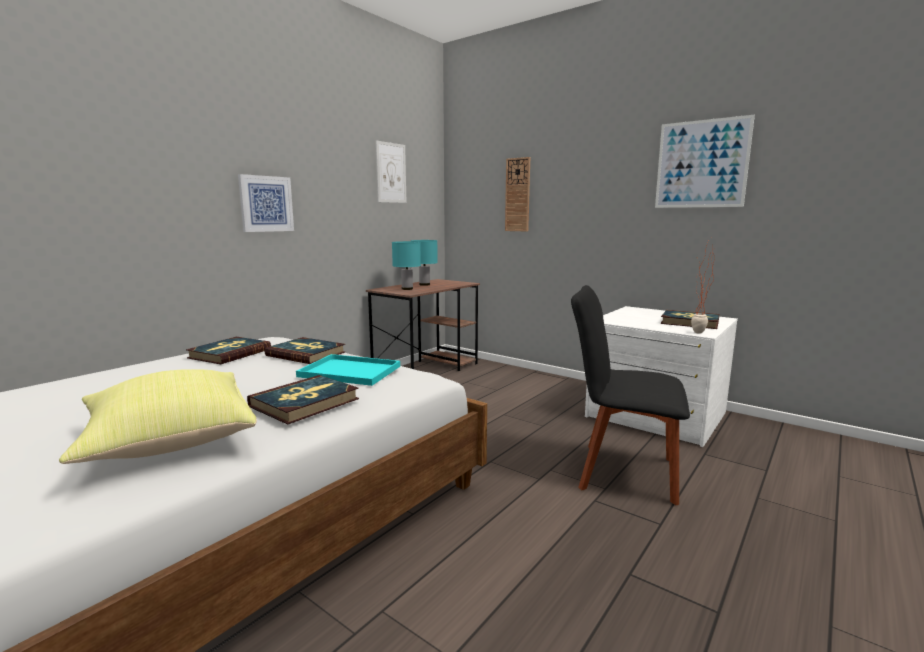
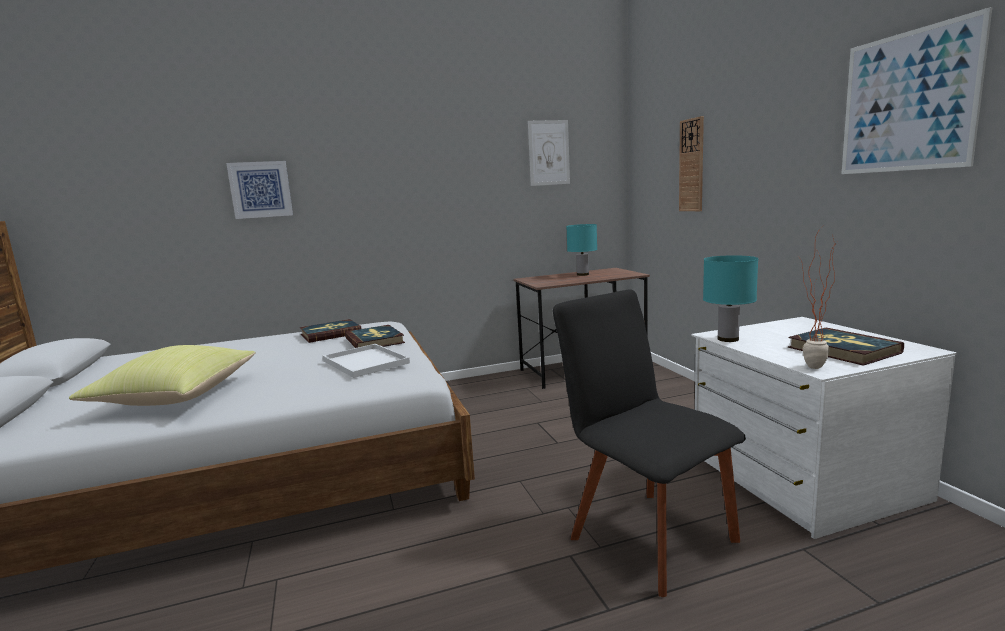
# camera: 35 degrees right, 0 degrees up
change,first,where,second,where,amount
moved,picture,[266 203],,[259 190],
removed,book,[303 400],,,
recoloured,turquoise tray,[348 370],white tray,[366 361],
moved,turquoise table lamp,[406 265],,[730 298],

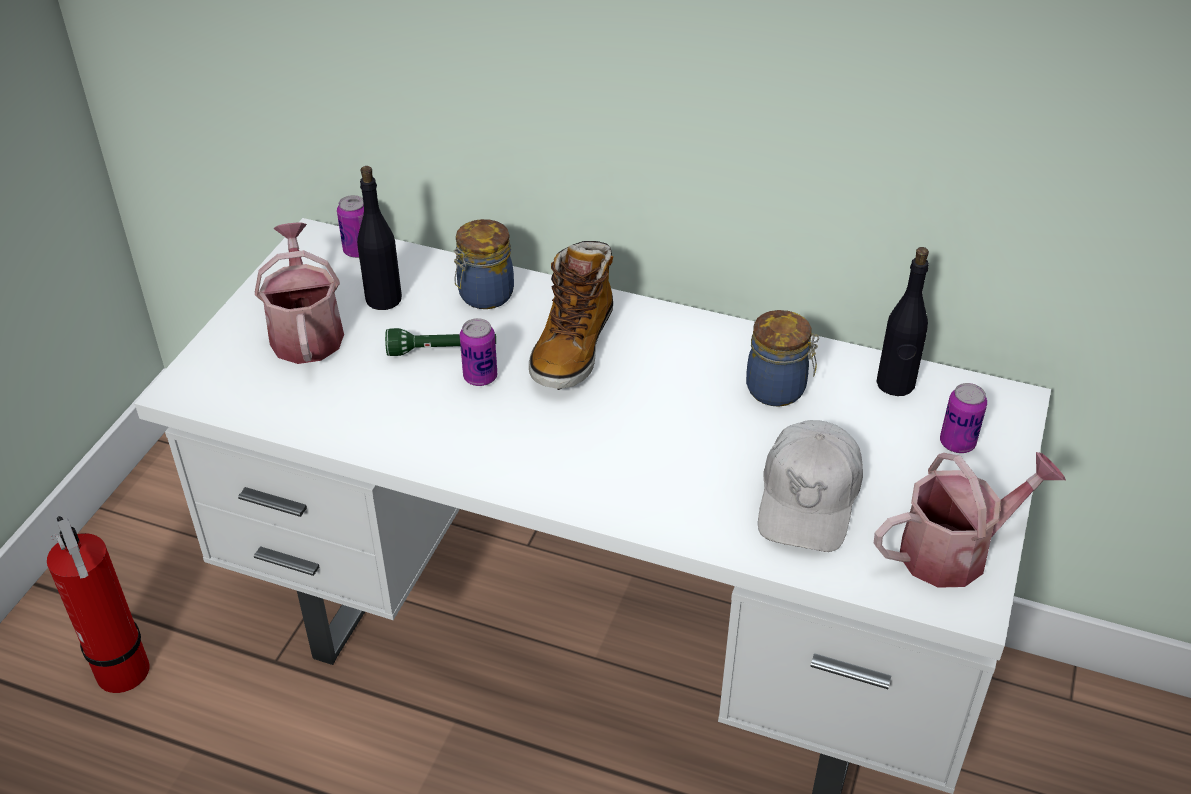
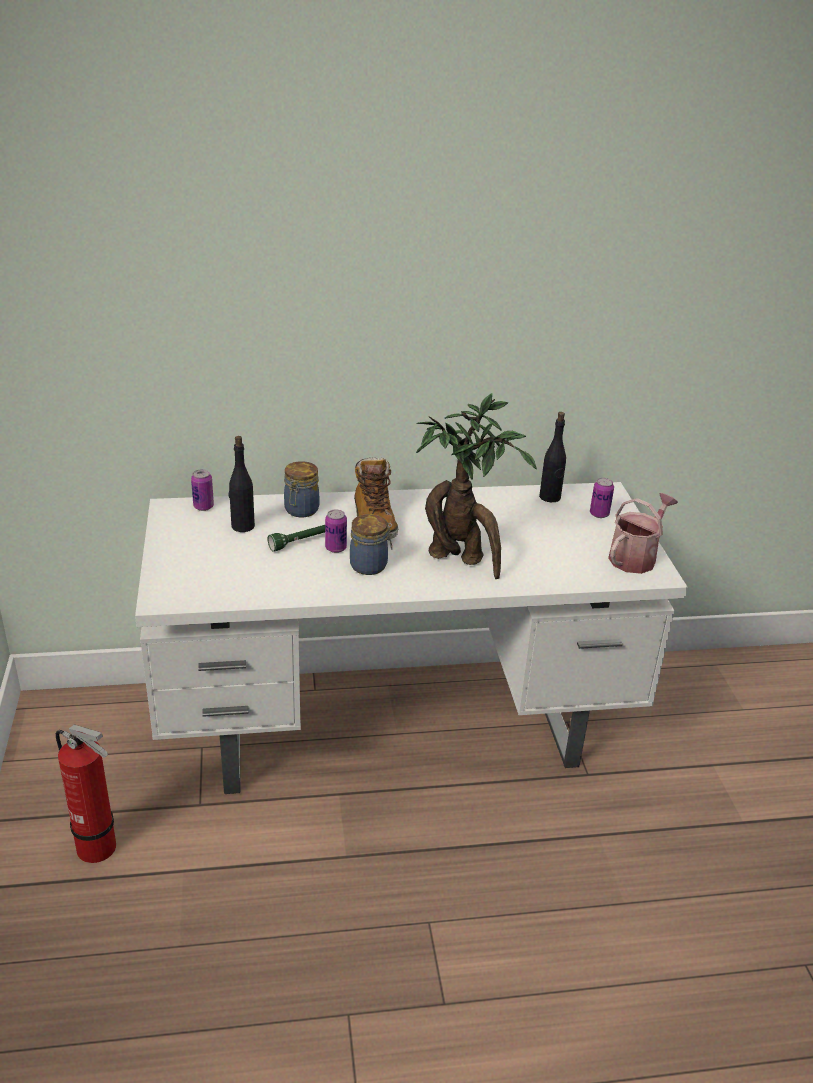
# camera: 30 degrees left, 10 degrees down
change,first,where,second,where,amount
removed,watering can,[299 293],,,
moved,jar,[782 358],,[371 544],
removed,white cap,[810 486],,,
added,,,potted plant,[476 486],

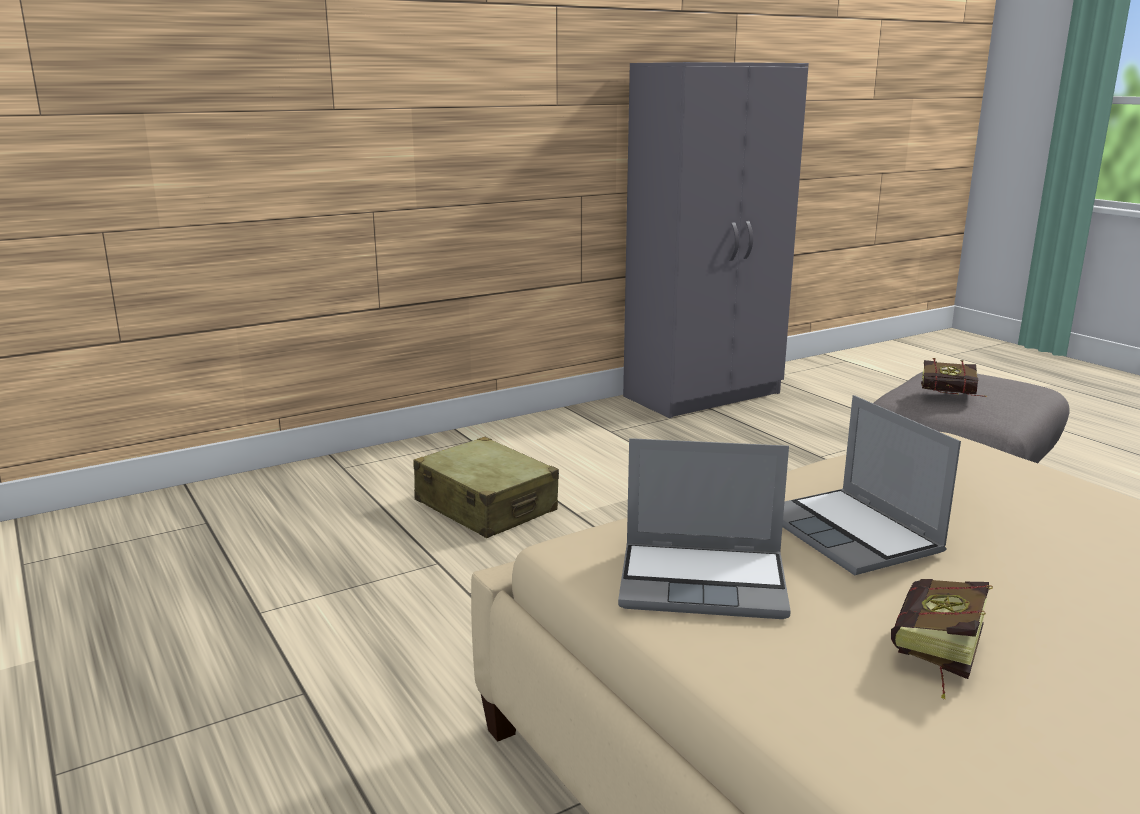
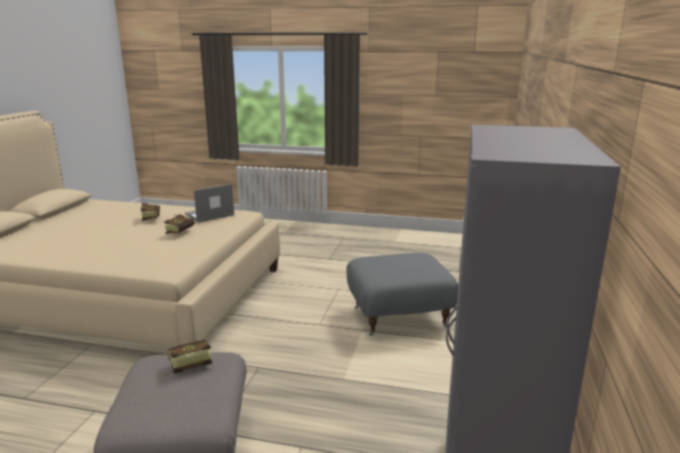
# camera: 135 degrees right, 0 degrees up
change,first,where,second,where,amount
replaced,beige suitcase,[486 487],grey ottoman,[402 294],
replaced,laptop,[871 485],book,[179 224],

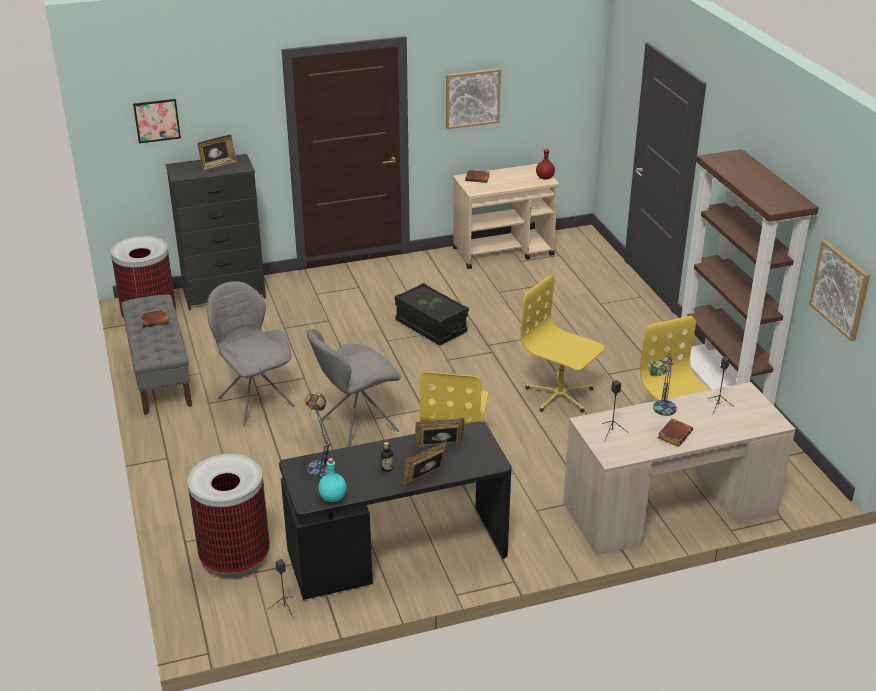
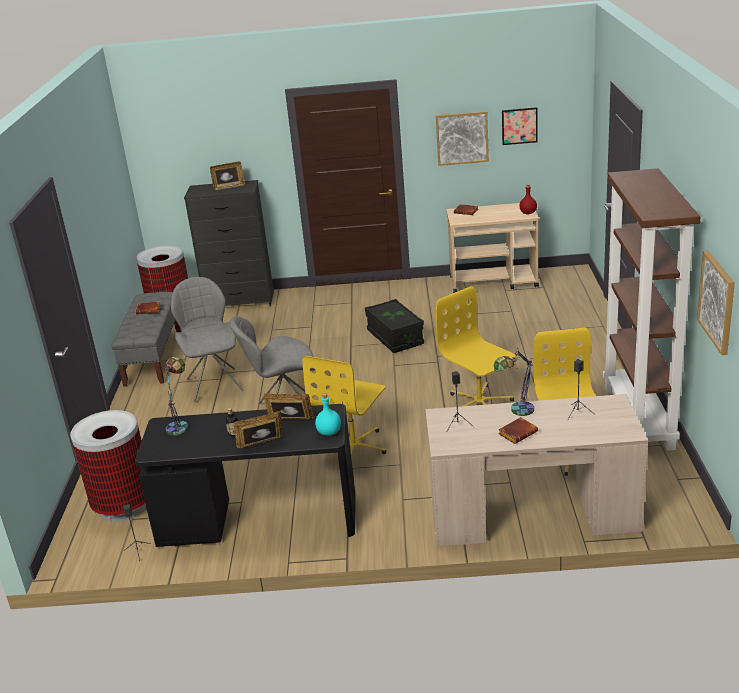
# camera: 20 degrees right, 5 degrees down
change,first,where,second,where,amount
moved,picture,[157 121],,[520 126],
moved,turquoise bottle,[332 480],,[328 415],

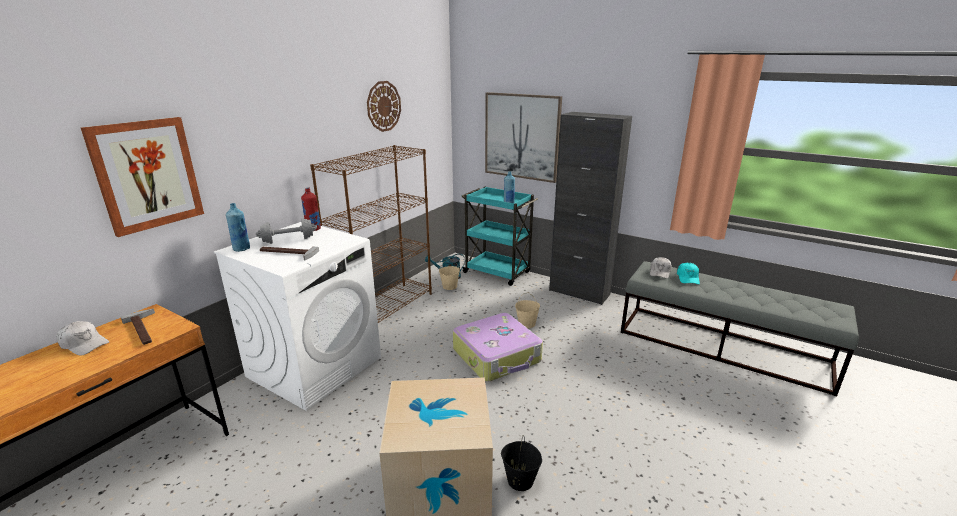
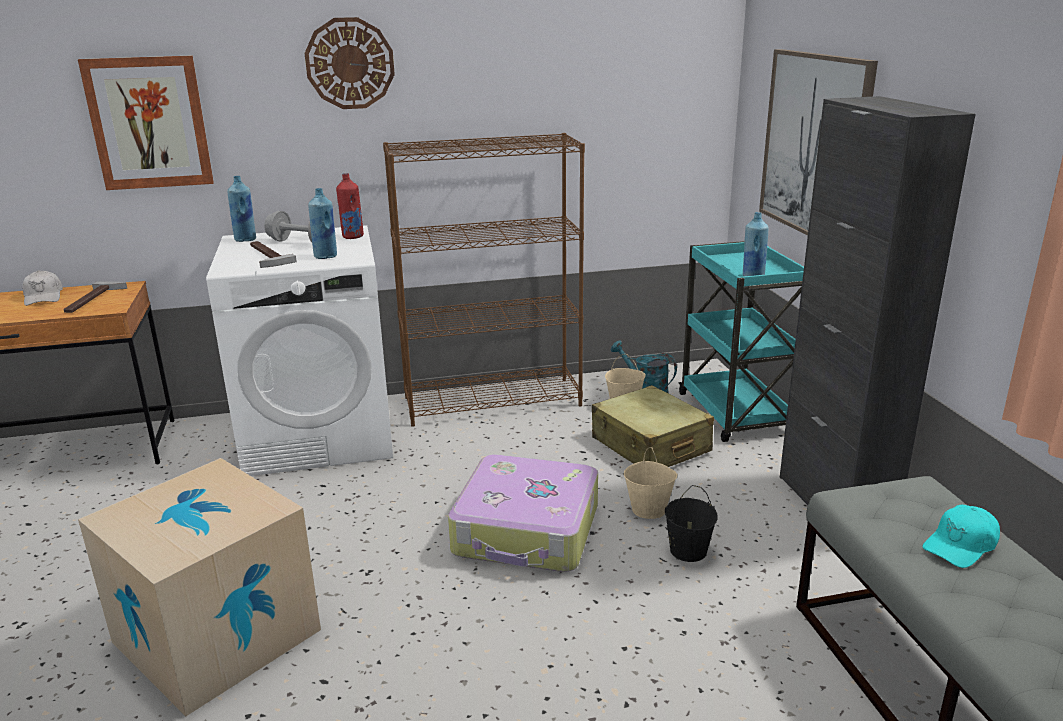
# camera: 45 degrees right, 0 degrees up
change,first,where,second,where,amount
moved,wall clock,[384 106],,[350 63],
moved,black bucket,[521 463],,[691 523],
removed,white cap,[661 268],,,
added,,,blue bottle,[322 223],
added,,,beige suitcase,[653 426],

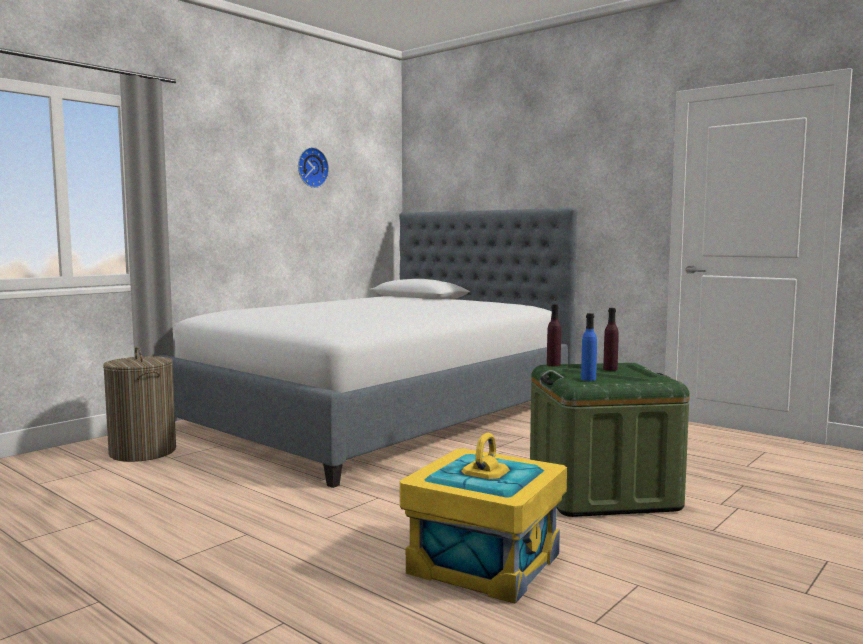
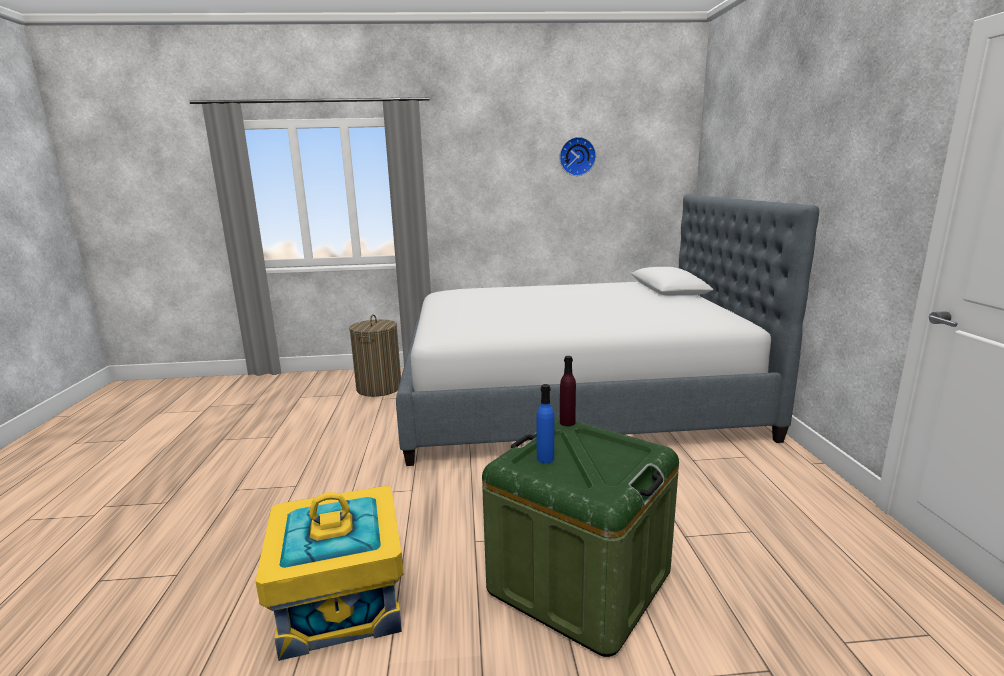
# camera: 45 degrees right, 10 degrees up
change,first,where,second,where,amount
removed,purple bottle,[611 339],,,

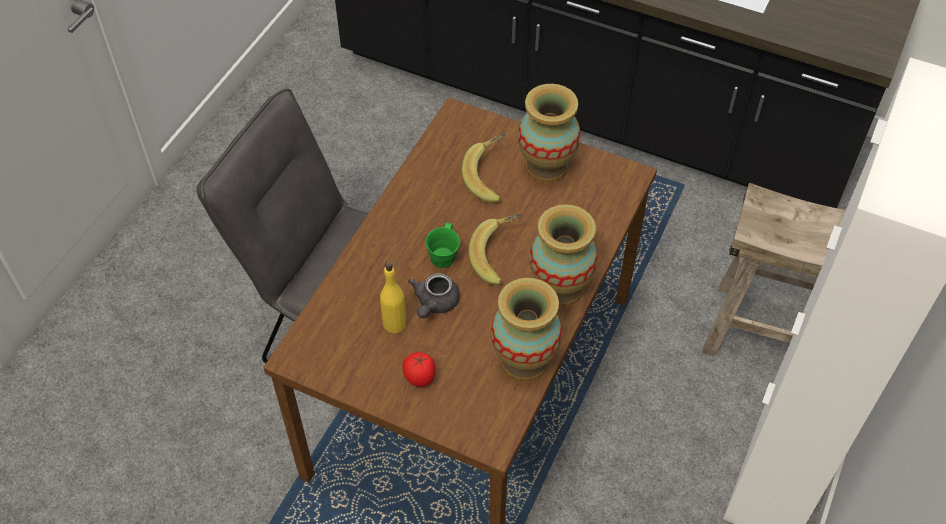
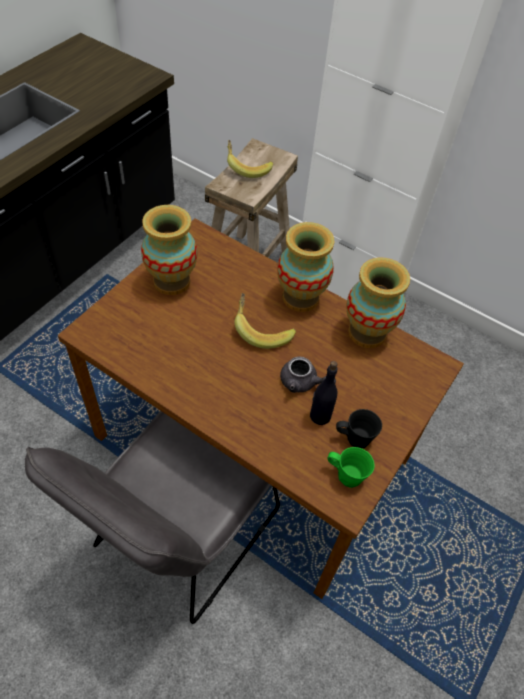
# camera: 85 degrees left, 0 degrees up
change,first,where,second,where,amount
recoloured,yellow bottle,[393 297],black bottle,[323 393],
removed,tomato,[419 369],,,
moved,green mug,[443 245],,[351 467],
moved,banana,[484 168],,[250 159],
added,,,black mug,[359 428],

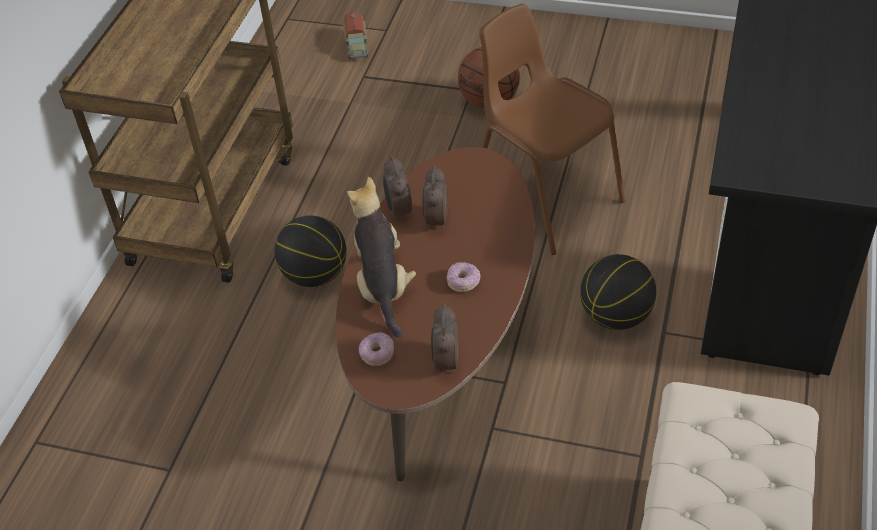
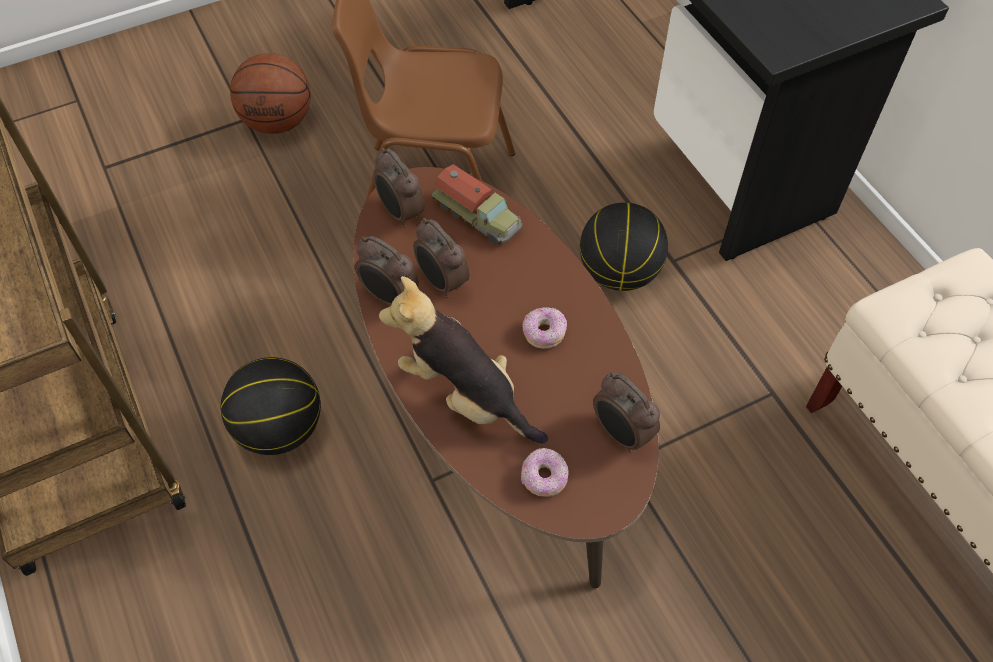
# camera: 45 degrees left, 10 degrees up
change,first,where,second,where,amount
moved,toy truck,[355 35],,[477 204],
added,,,alarm clock,[399 188],

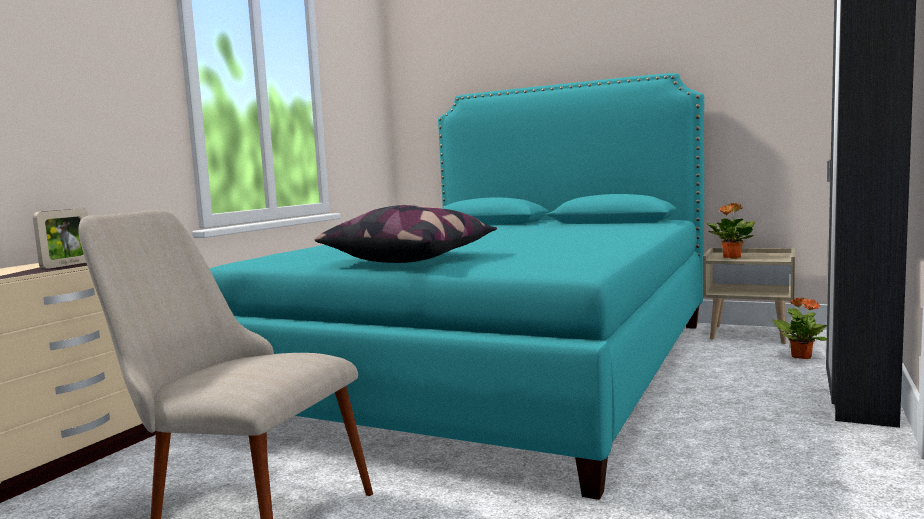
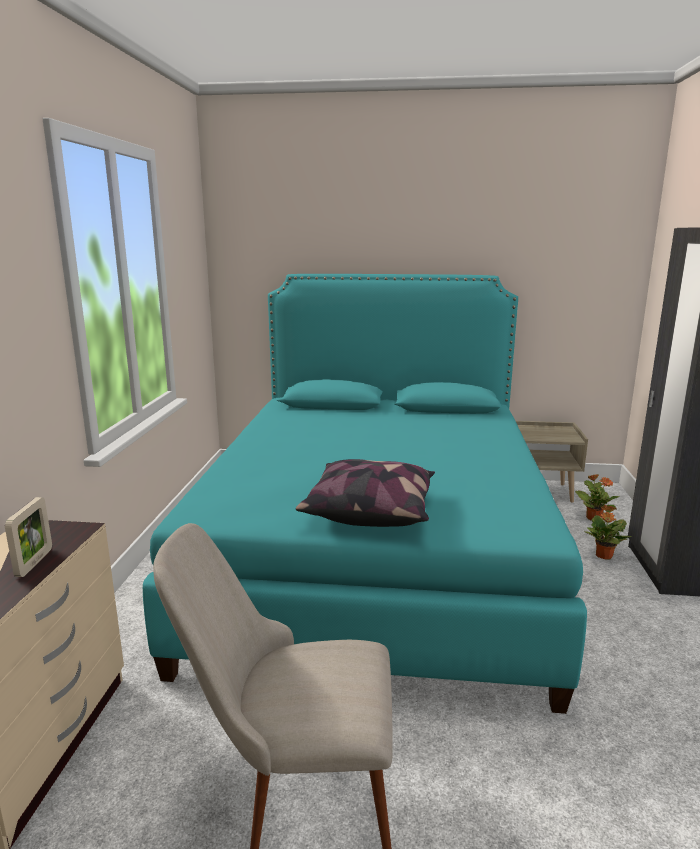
# camera: 20 degrees left, 10 degrees up
change,first,where,second,where,amount
moved,potted plant,[731 230],,[608 532],

